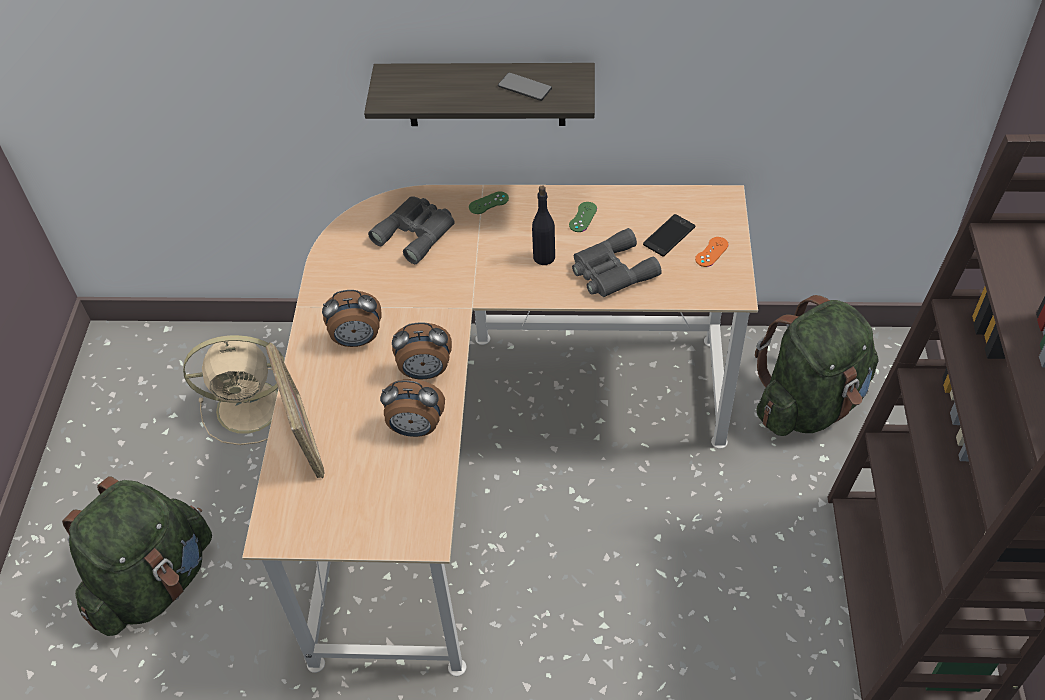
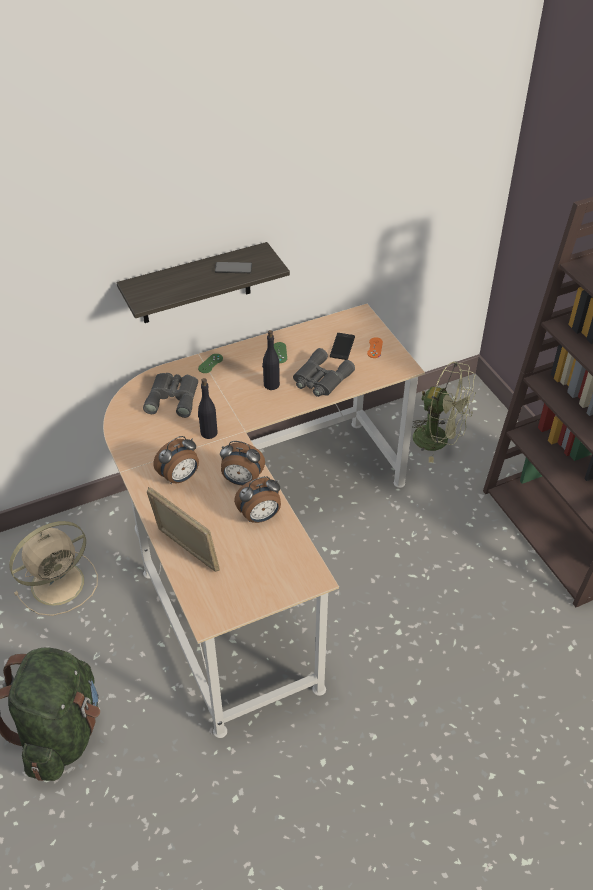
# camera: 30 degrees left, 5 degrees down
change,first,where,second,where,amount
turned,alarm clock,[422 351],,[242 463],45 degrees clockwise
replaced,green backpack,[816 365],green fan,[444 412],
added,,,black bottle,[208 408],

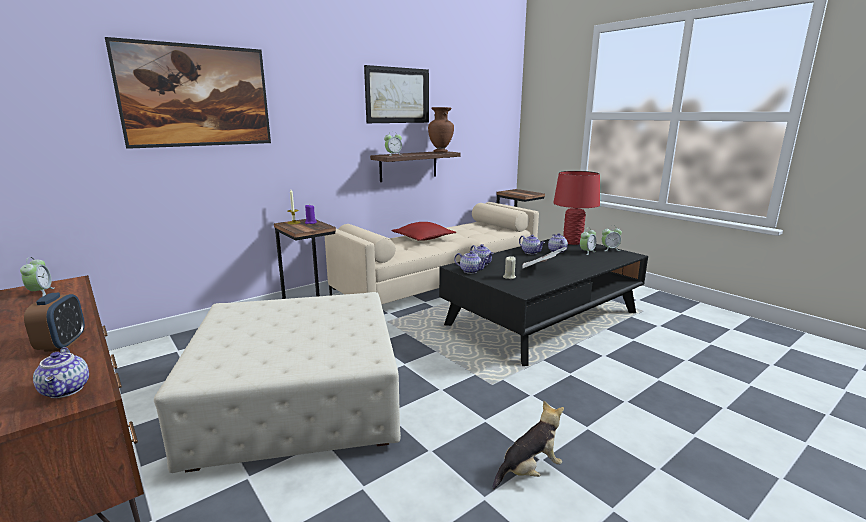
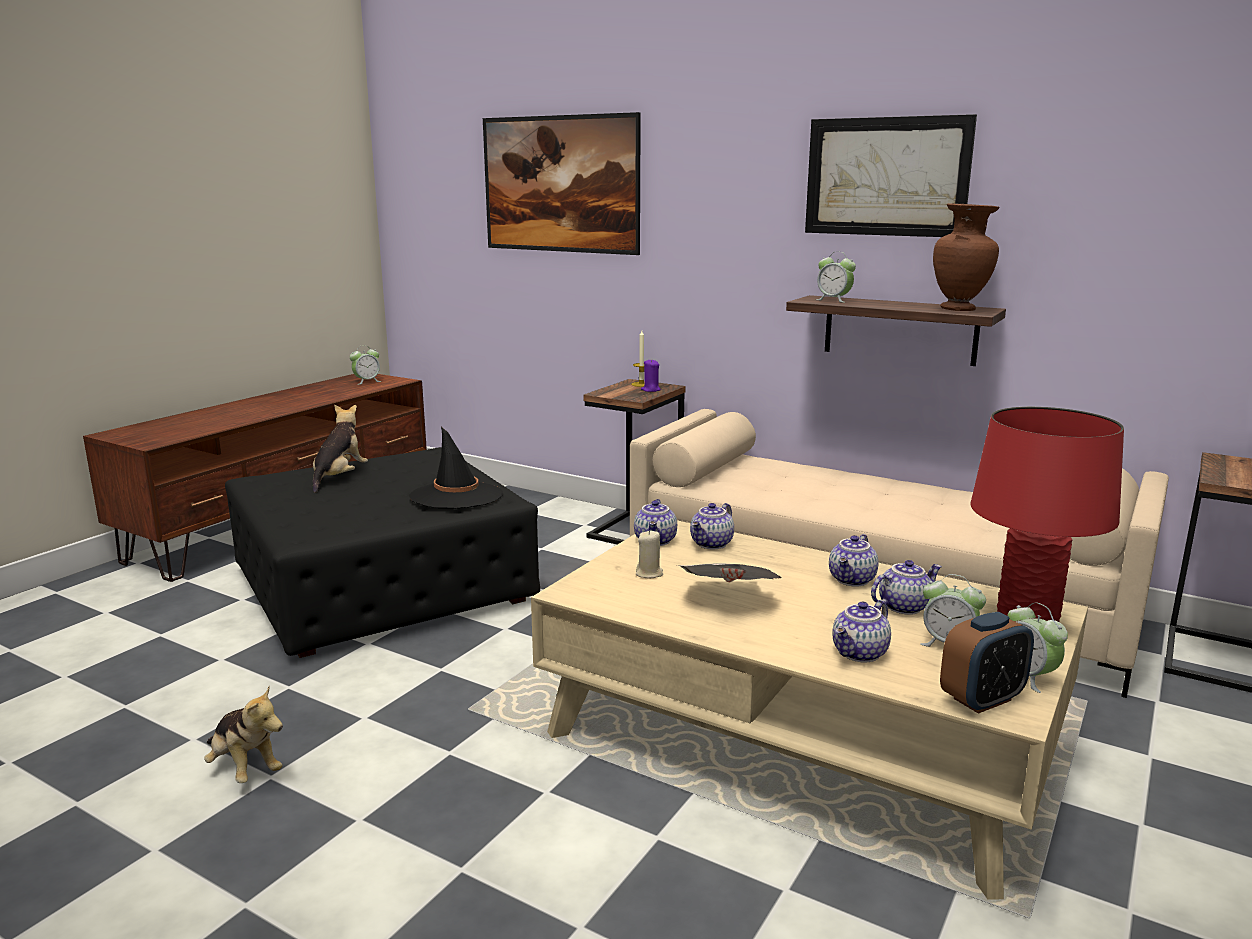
# camera: 70 degrees right, 0 degrees up
change,first,where,second,where,amount
moved,alarm clock,[54 322],,[987 663],
moved,teapot,[61 372],,[861 631],
recoloured,beige ottoman,[277 382],black ottoman,[382 552],
removed,red pillow,[423 231],,,
recoloured,black coffee table,[543 302],beige coffee table,[809 709],
added,,,plush toy,[340 448],
added,,,black hat,[456 468],

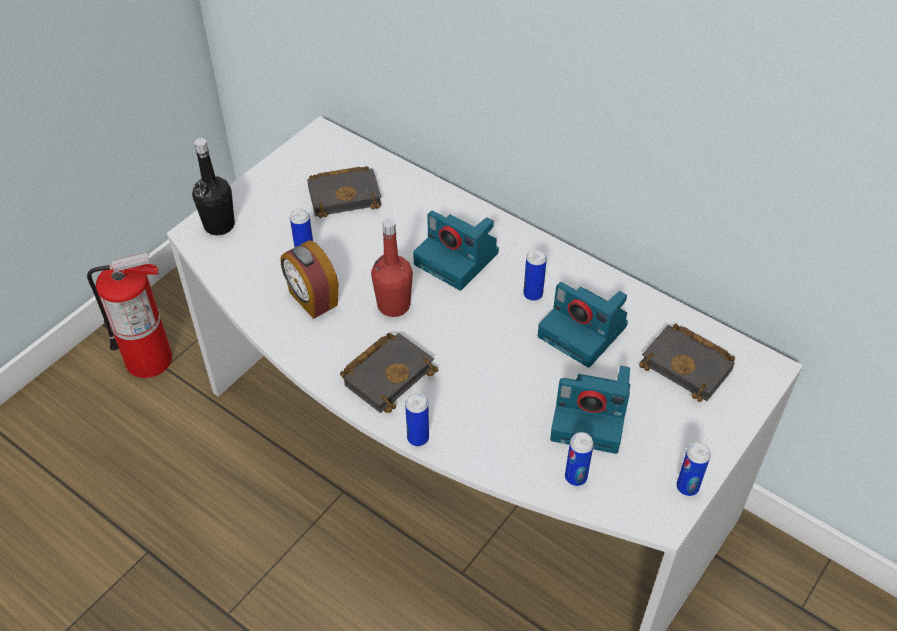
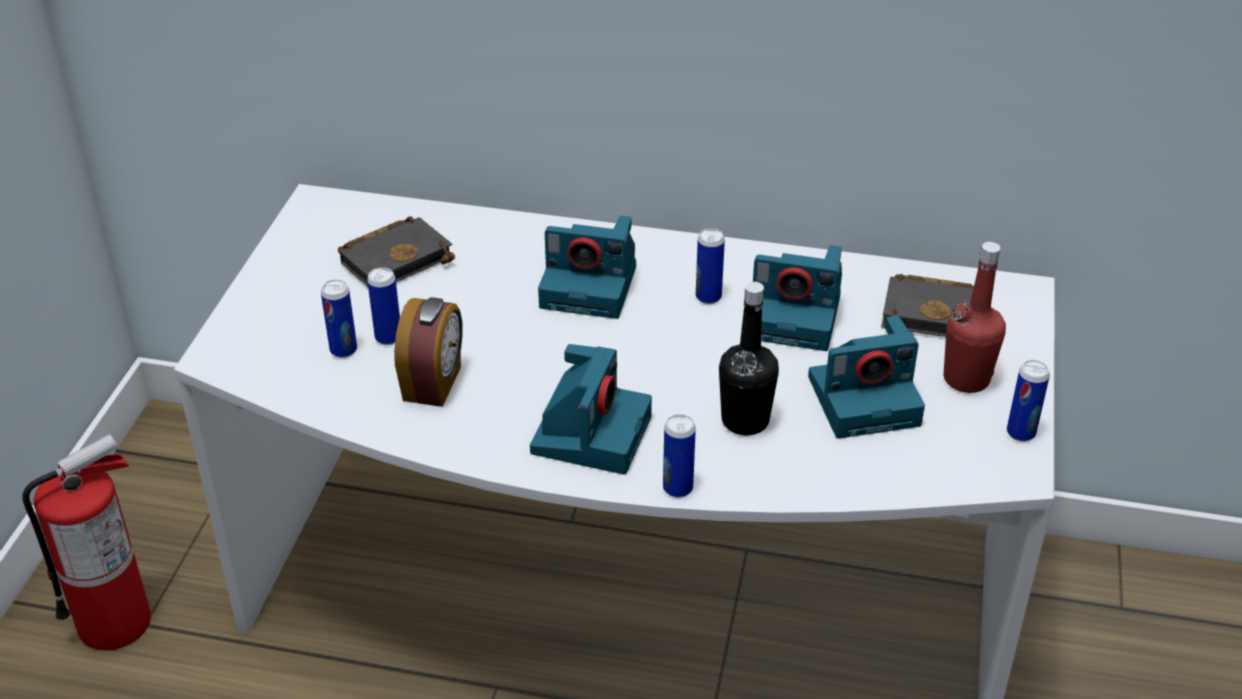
# camera: 25 degrees left, 10 degrees down
change,first,where,second,where,amount
moved,black bottle,[213 186],,[749 358],
turned,alarm clock,[310 279],,[428 352],105 degrees counterclockwise
replaced,black book,[389 373],photo camera,[591 409],
moved,red bottle,[392 267],,[975 317],
moved,can,[579 459],,[339 319],

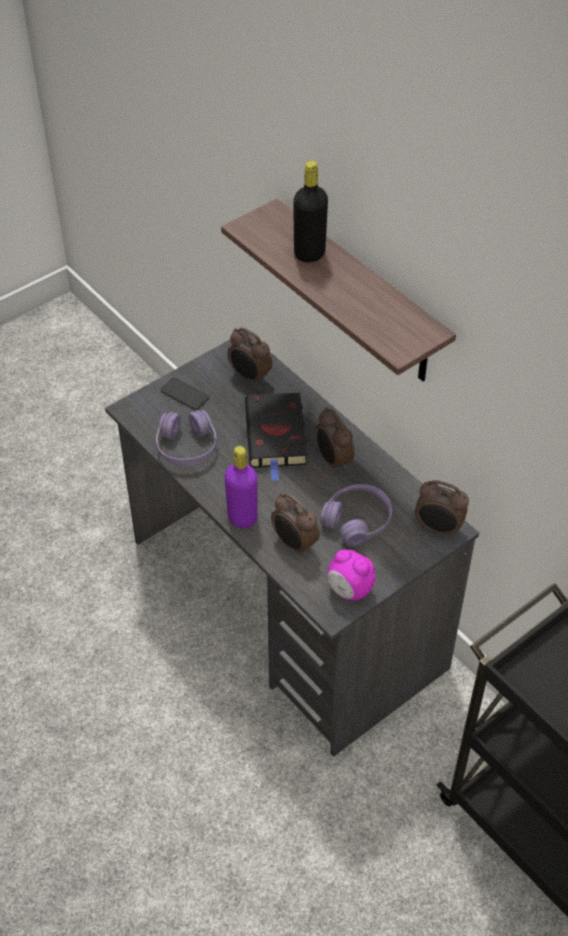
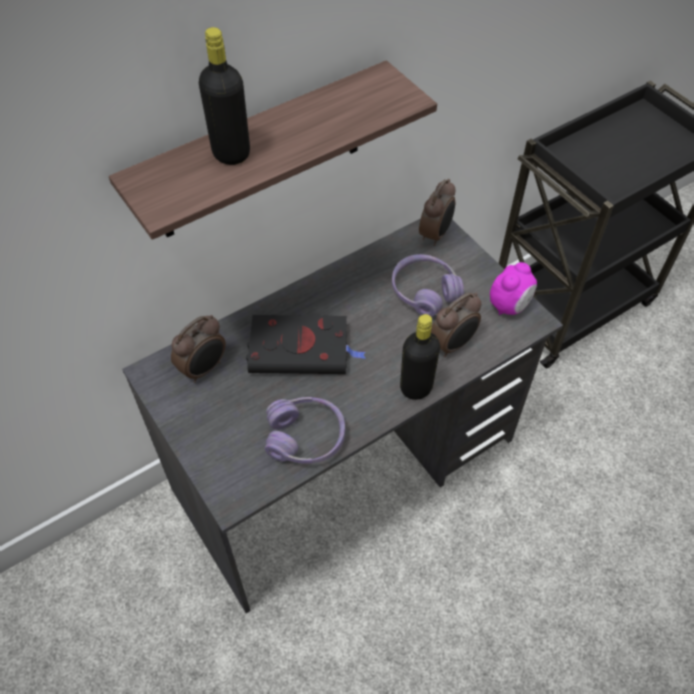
# camera: 85 degrees left, 5 degrees up
change,first,where,second,where,amount
removed,phone,[184 394],,,
recoloured,purple bottle,[241 487],black bottle,[420 357],
removed,alarm clock,[335 439],,,

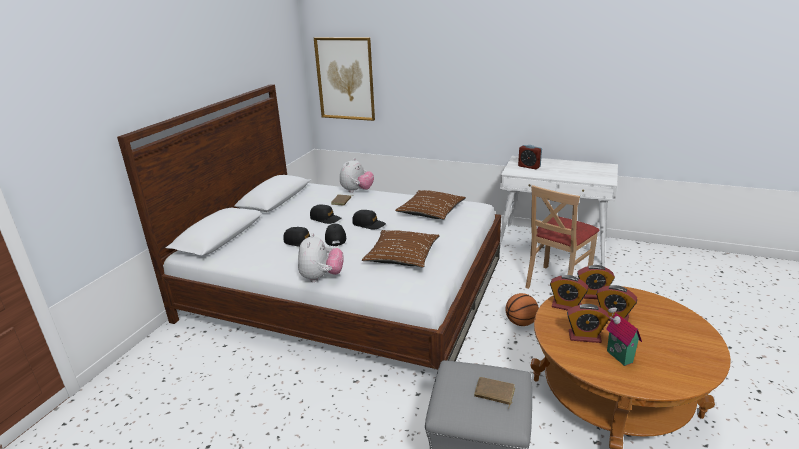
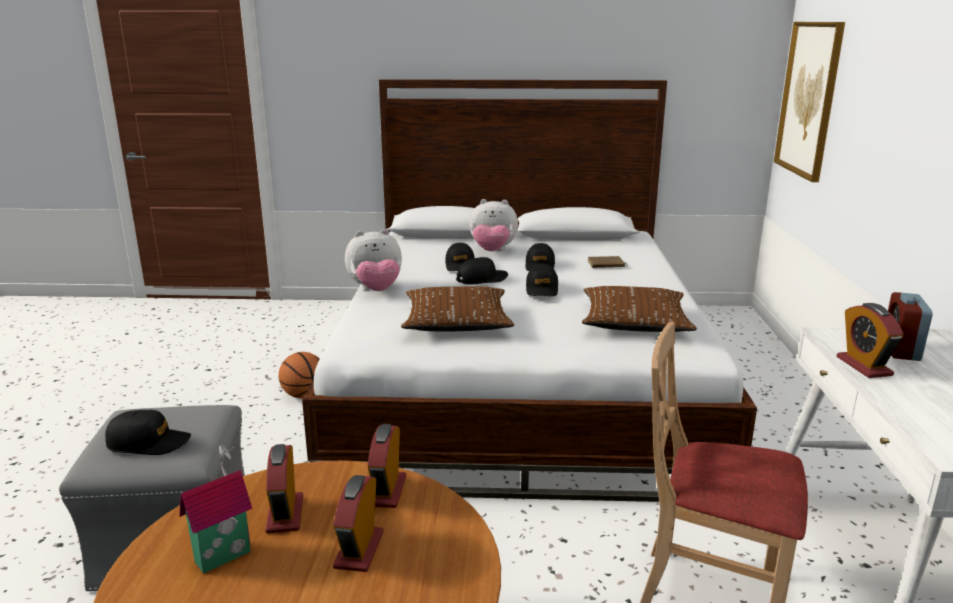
# camera: 70 degrees right, 5 degrees down
change,first,where,second,where,amount
moved,plush toy,[357 175],,[494 225],
replaced,brown book,[494 393],black cap,[148 432],
moved,basketball,[522 309],,[299 375],
moved,alarm clock,[596 282],,[870 340],

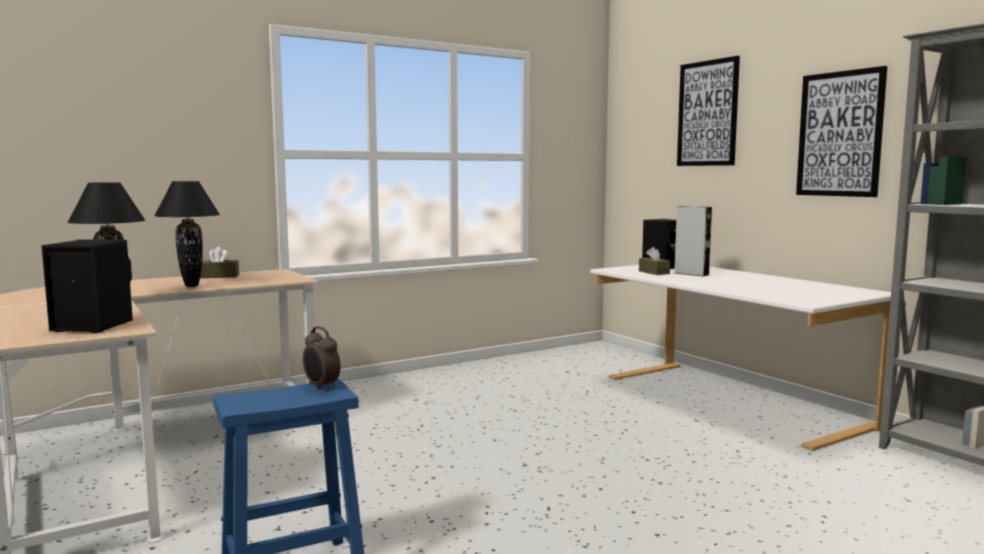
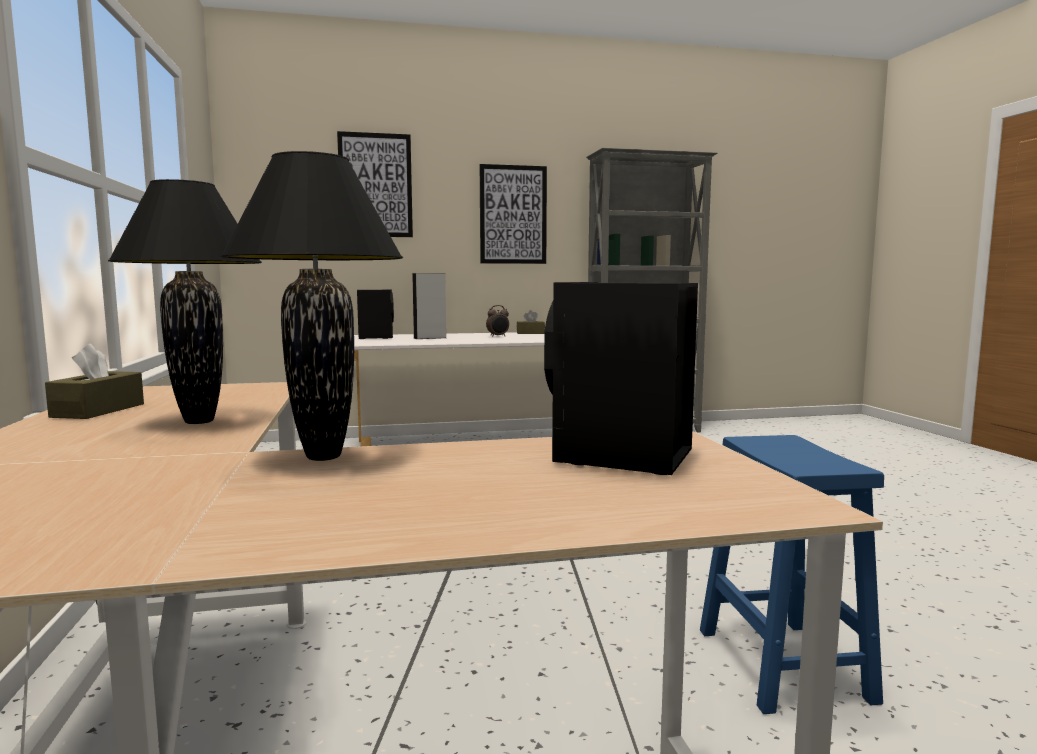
# camera: 70 degrees left, 0 degrees up
change,first,where,second,where,amount
moved,alarm clock,[321 358],,[497 321],
moved,brown tissue box,[654 261],,[531 322],

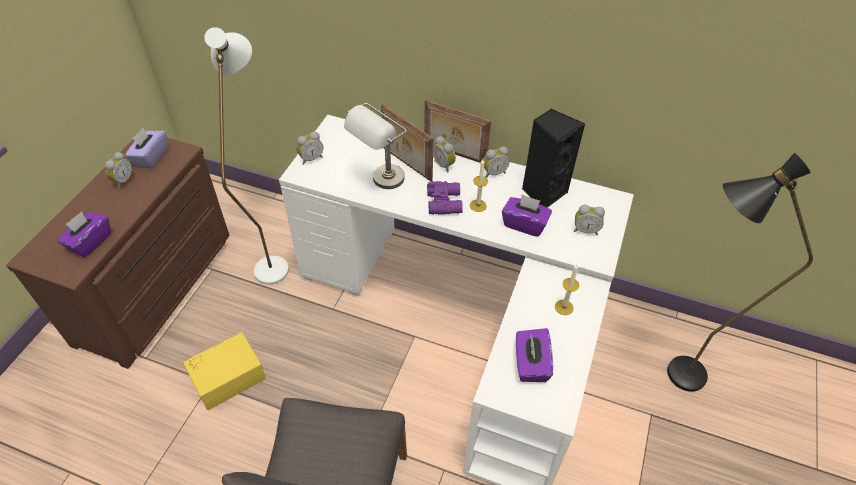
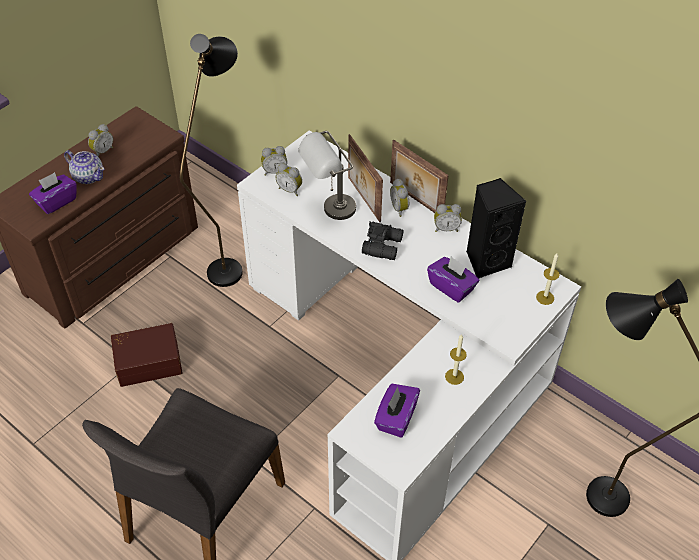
# camera: 20 degrees right, 0 degrees up
change,first,where,second,where,amount
removed,purple tissue box,[146 148],,,
recoloured,yellow storage box,[224 371],brown storage box,[147 355],
recoloured,white floor lamp,[246 156],black floor lamp,[211 160],
recoloured,purple binoculars,[445 198],black binoculars,[382 240],
moved,candle,[479 186],,[548 279],
moved,alarm clock,[589 220],,[289 179],
added,,,teapot,[84 167],

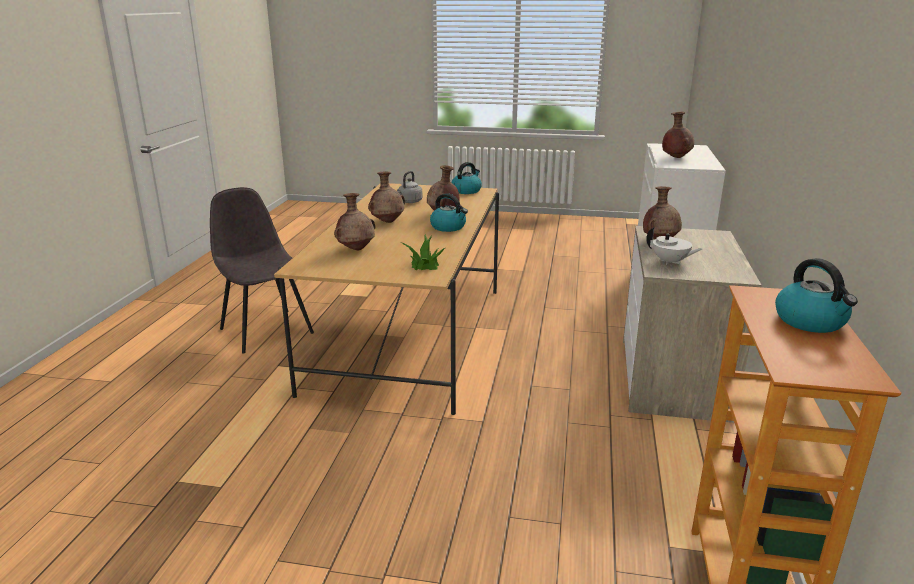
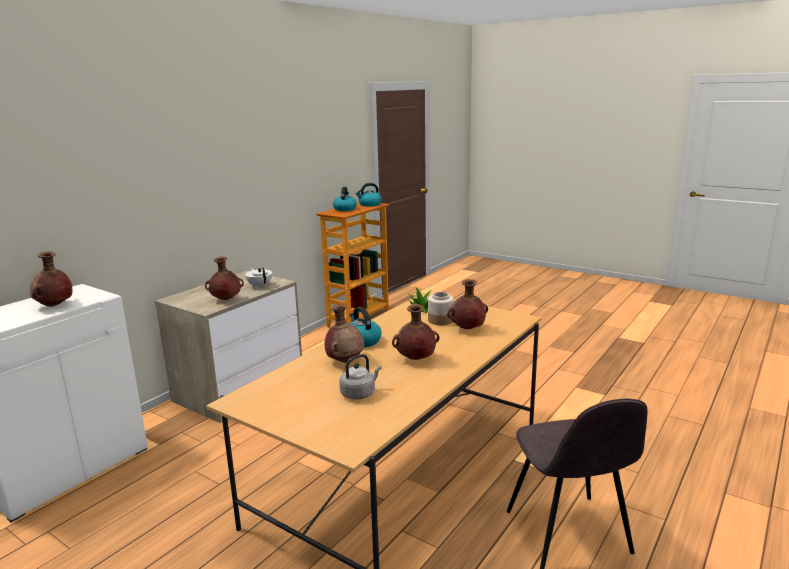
# camera: 155 degrees left, 5 degrees down
change,first,where,second,where,amount
moved,kettle,[467 178],,[369 195],
added,,,jar,[441 308],

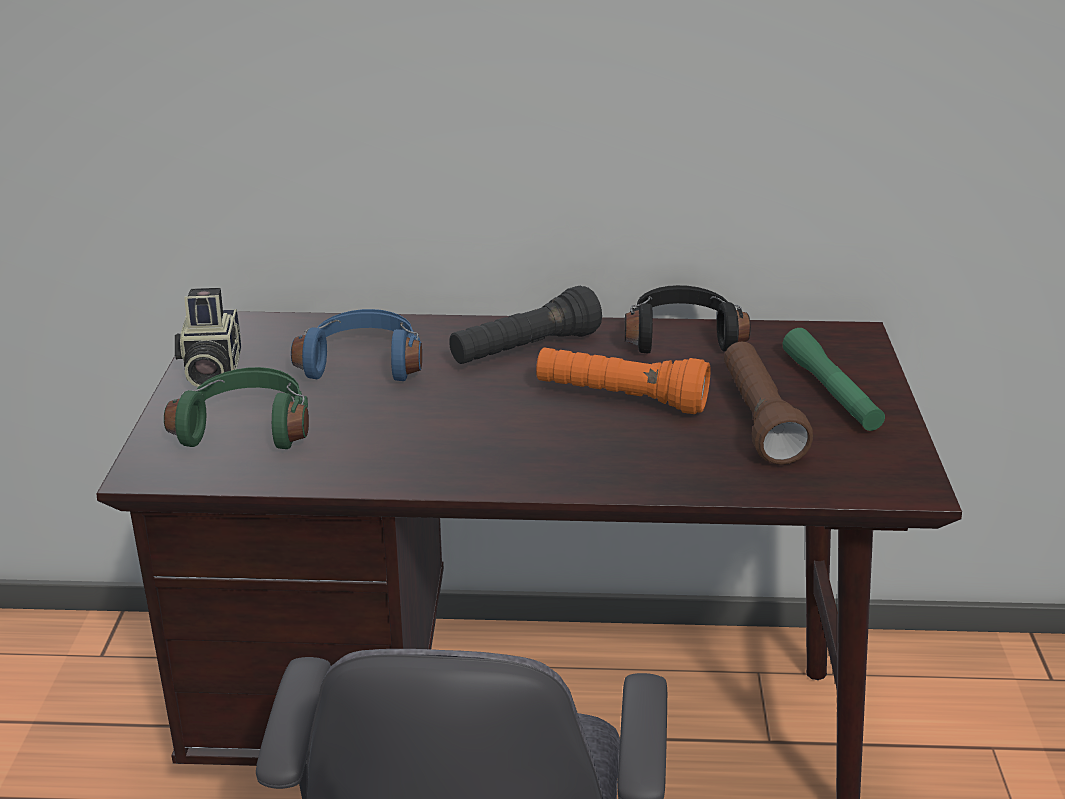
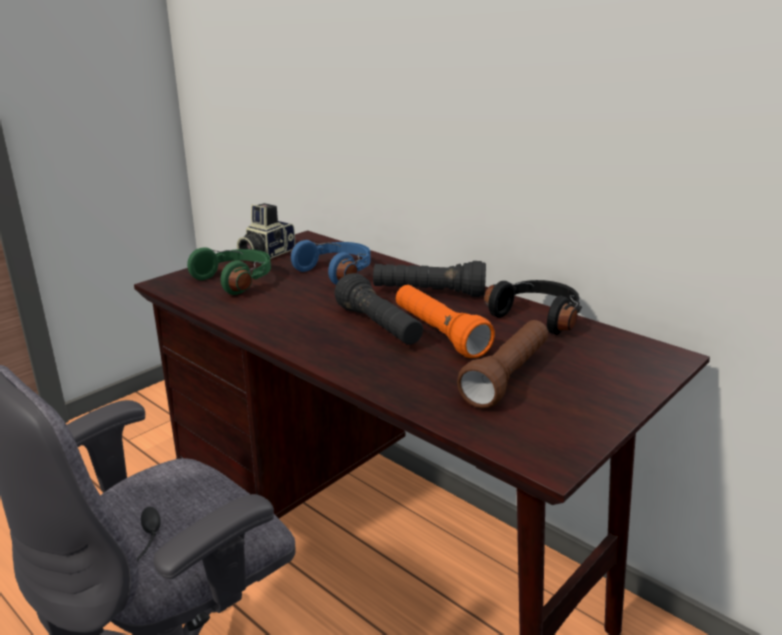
# camera: 40 degrees right, 5 degrees down
change,first,where,second,where,amount
removed,green flashlight,[834 379],,,
added,,,black flashlight,[378 309],

